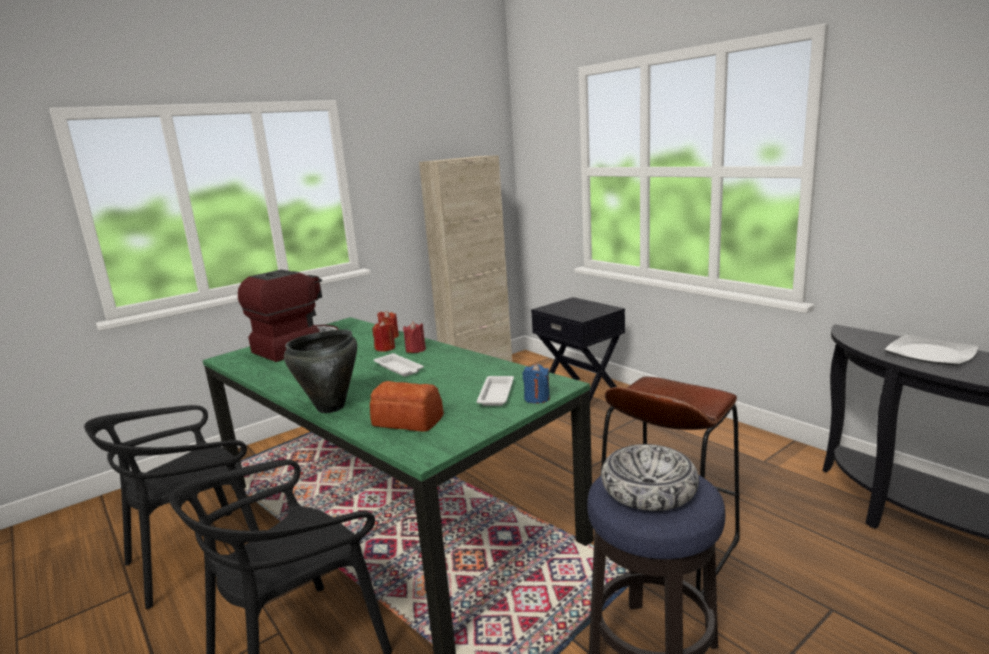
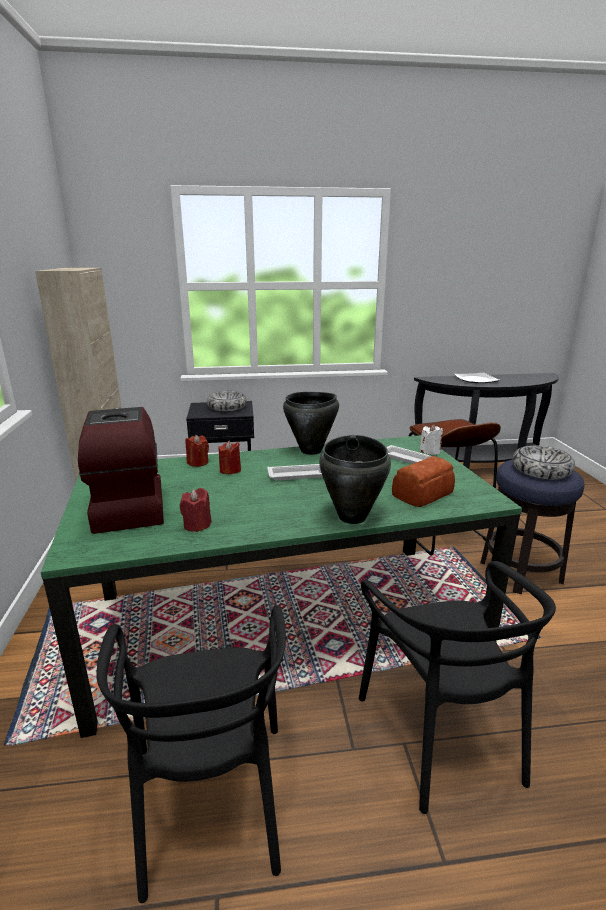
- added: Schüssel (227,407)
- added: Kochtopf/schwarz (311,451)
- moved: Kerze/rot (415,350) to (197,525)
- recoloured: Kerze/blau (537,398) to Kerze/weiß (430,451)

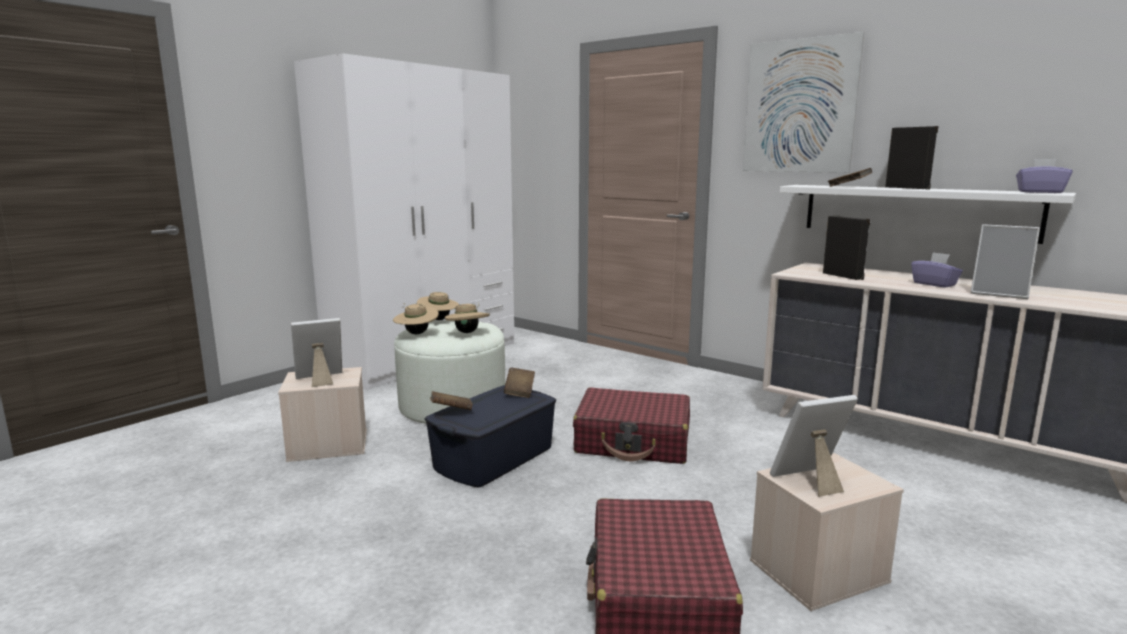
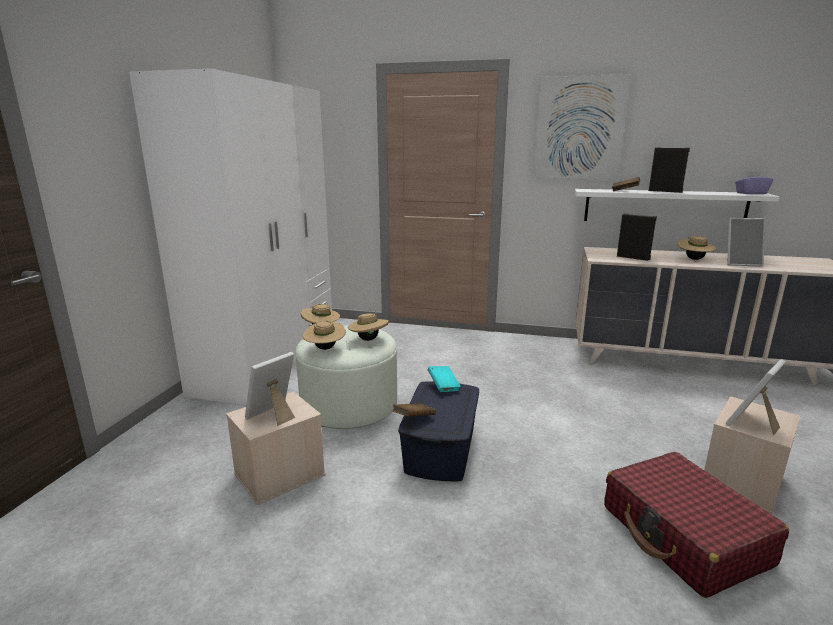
- removed: Koffer/rot (633,442)
- replaced: Taschentuchbox/lila (934,284) to Hut/beige (694,259)
- recoloured: Buch/braun (520,392) to Buch/türkis (443,386)

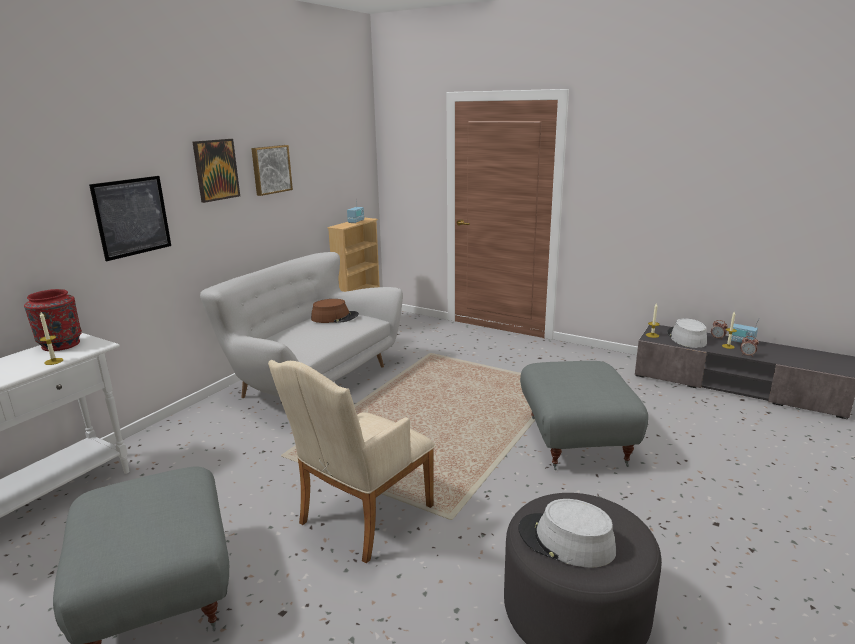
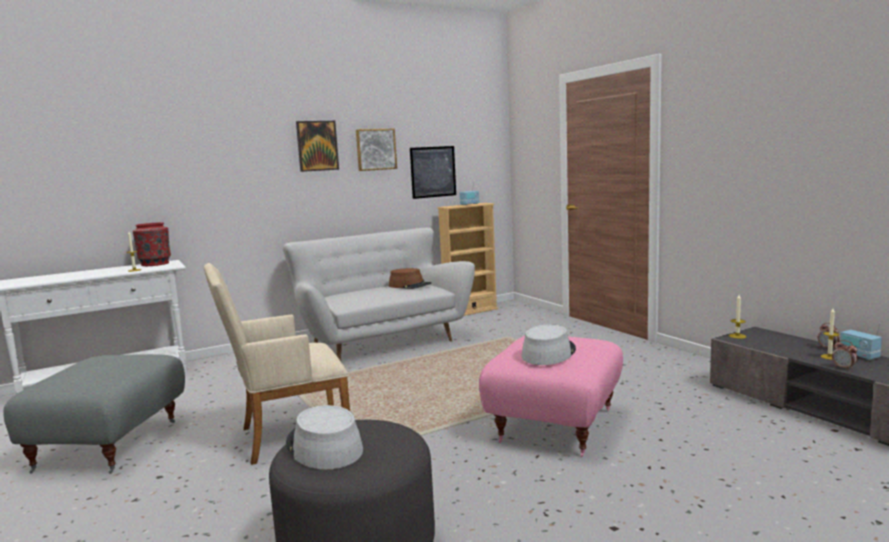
- moved: Bild (132,217) to (433,172)
- moved: Hut/grau (686,338) to (548,353)
- recoloured: Polsterhocker/grau (574,441) to Polsterhocker/rosa (554,425)

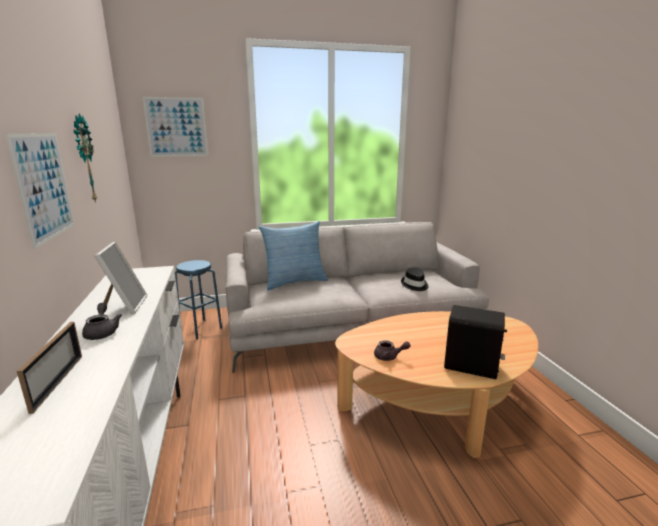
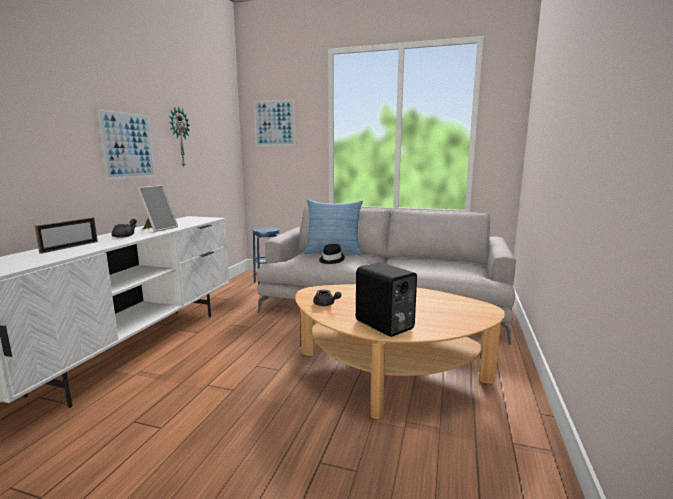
- moved: Hut/schwarz (414,285) to (331,260)

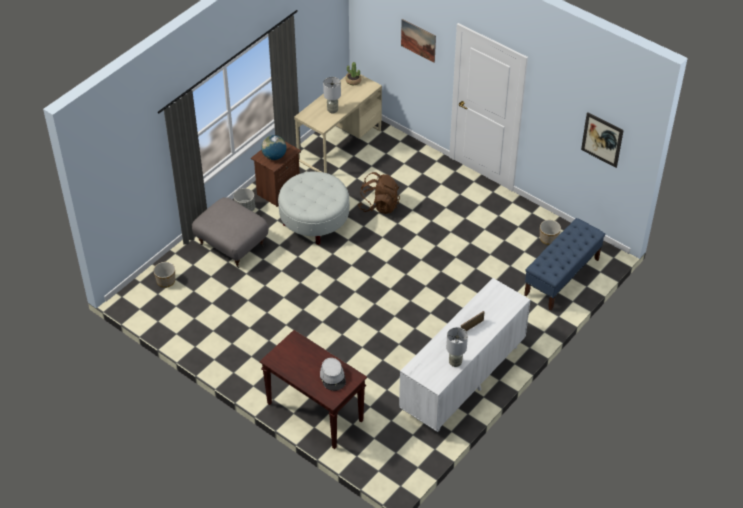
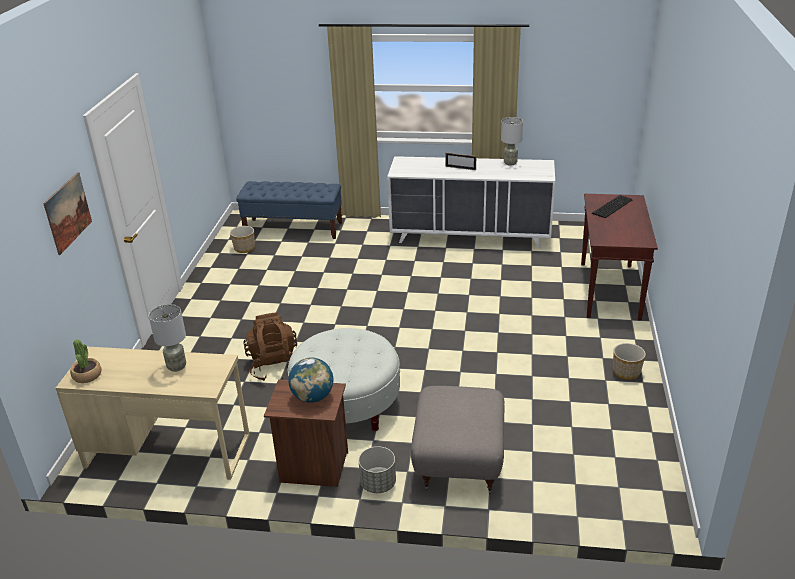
- removed: Bild (602,139)
- moved: Pflanzkübel (166,281) to (626,372)
- replaced: Hut/grau (333,377) to Tastatur (611,206)

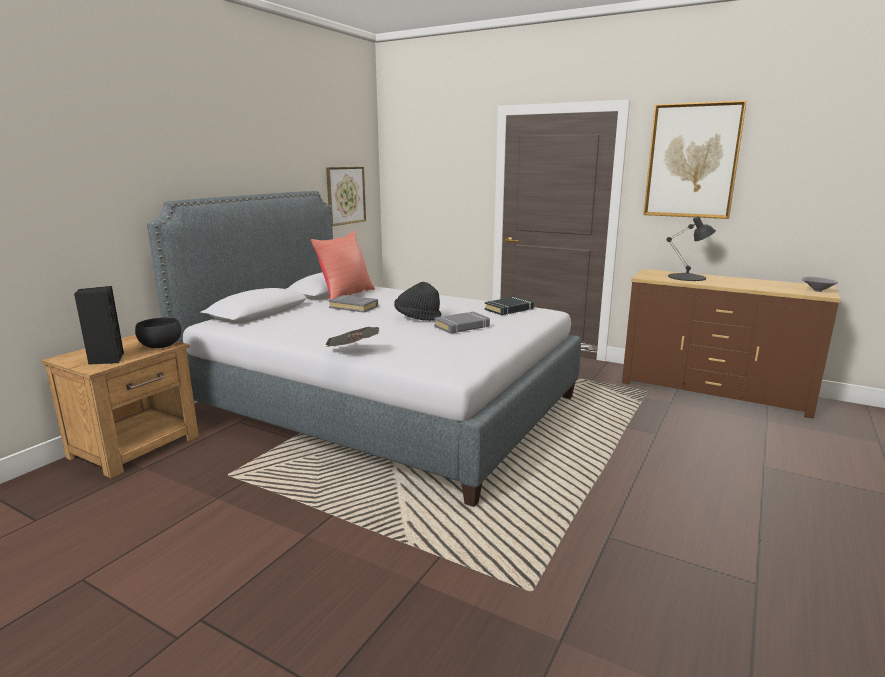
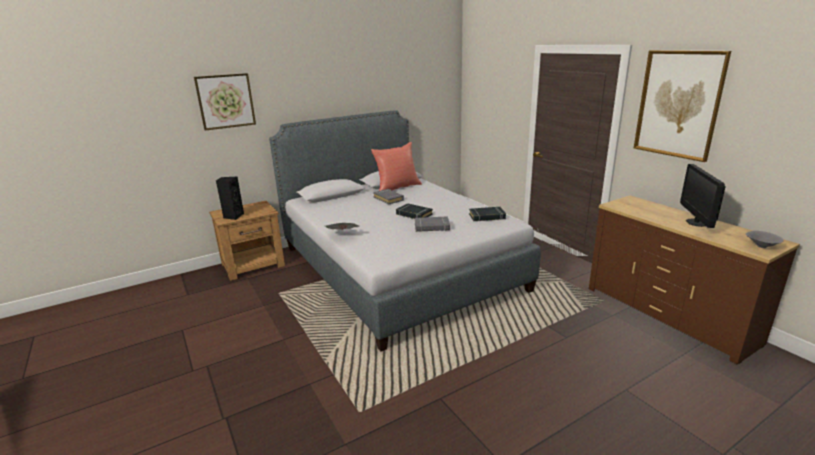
- removed: Schüssel/schwarz (161,345)
- removed: Tischlampe/schwarz (687,277)
- added: Monitor (696,222)
- moved: Bild (345,195) to (225,101)
- replaced: Hut/schwarz (417,318) to Buch/schwarz (414,214)

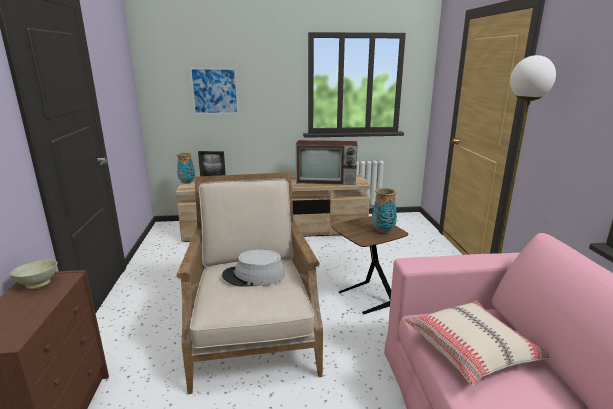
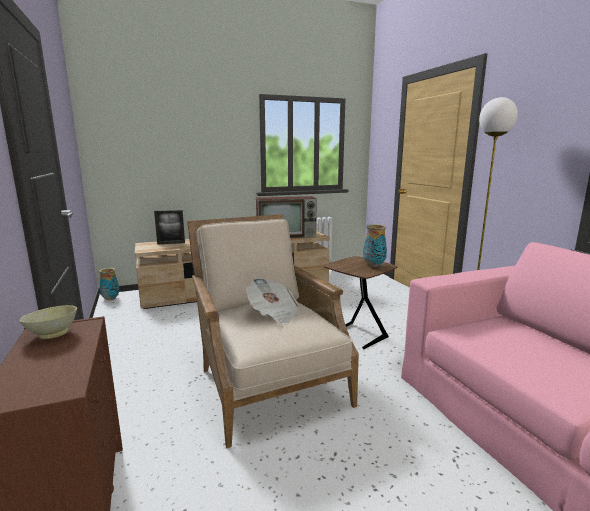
- removed: Bild (215,91)
- removed: Kissen/beige (472,349)
- moved: Vase (187,182) to (111,299)
- replaced: Hut/grau (254,276) to Zeitung (273,314)

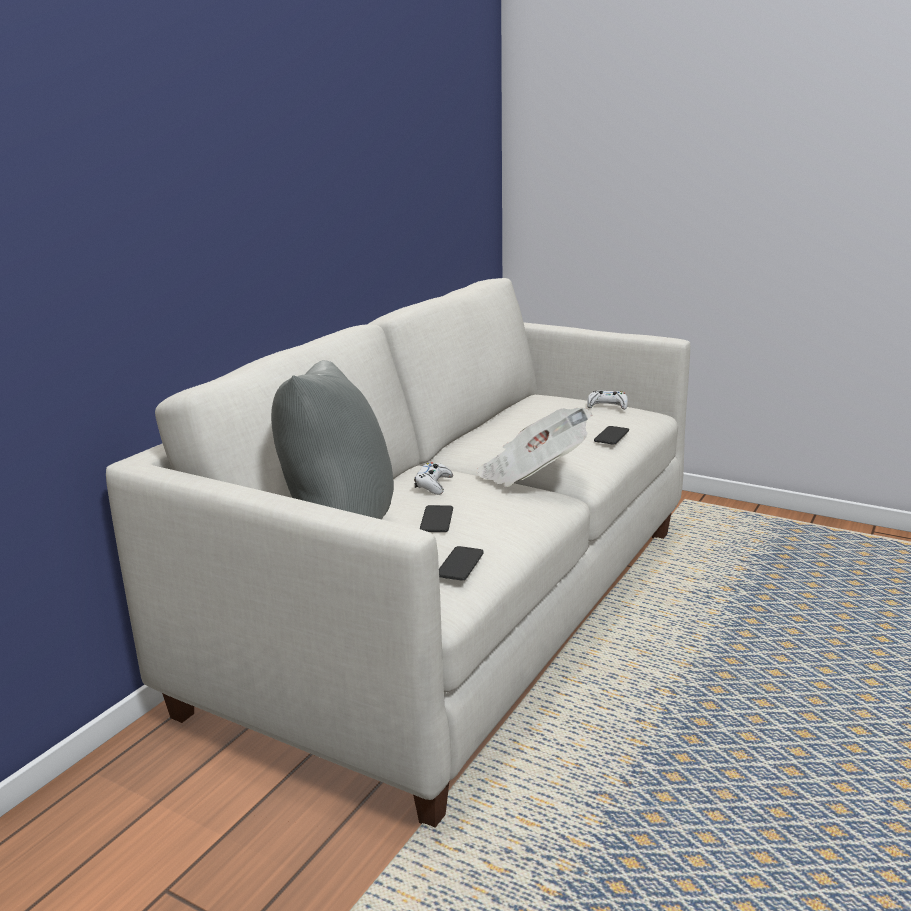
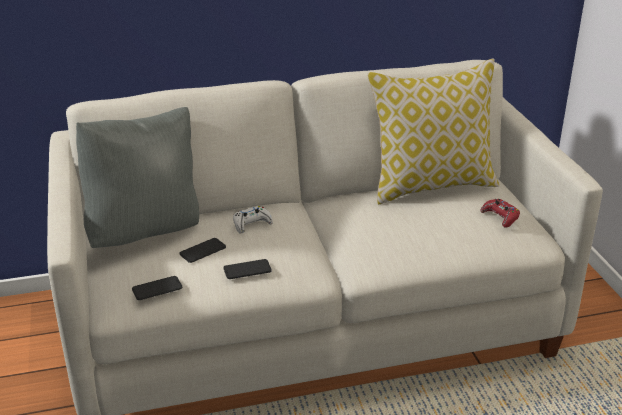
- removed: Zeitung (532,474)
- added: Kissen (431,185)
- moved: Handy (611,436) to (247,270)
- recoloured: Gamepad/weiß (607,405) to Gamepad/rot (500,217)

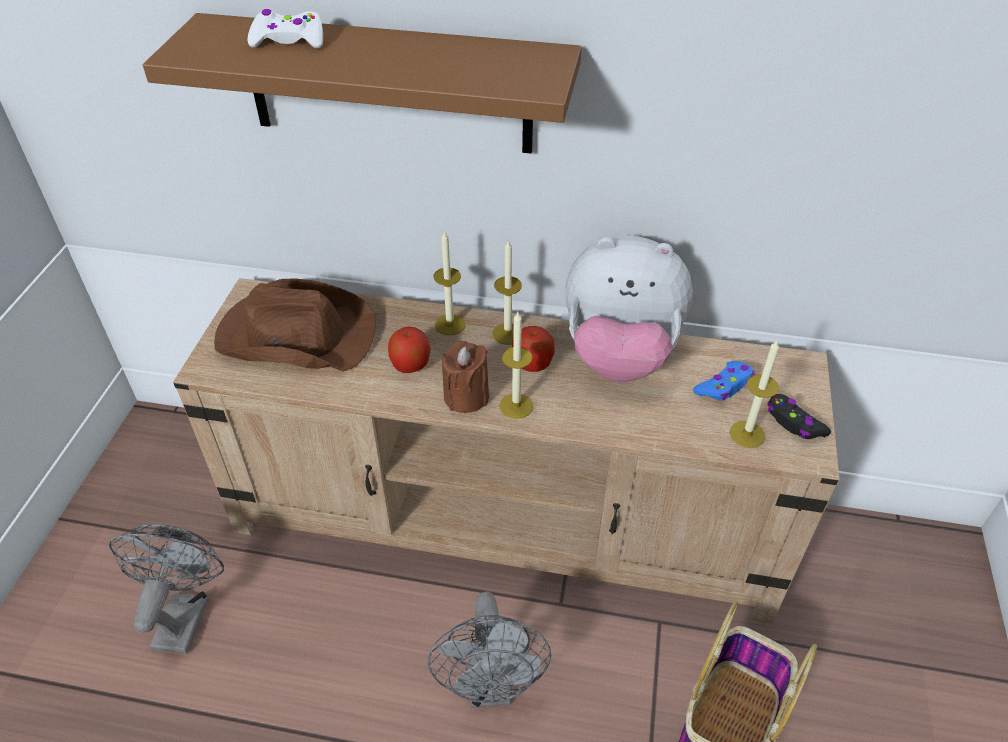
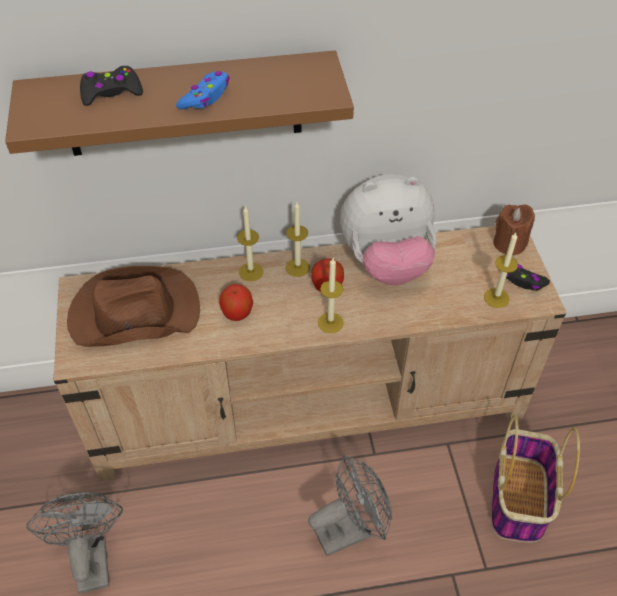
- moved: Kerze/braun (466,396) to (509,243)
- moved: Gamepad/blau (724,386) to (205,97)
- recoloured: Gamepad/weiß (288,40) to Gamepad/schwarz (111,92)
- turned: Ventilator/grau (491,687) = (350,529) 90 degrees counterclockwise

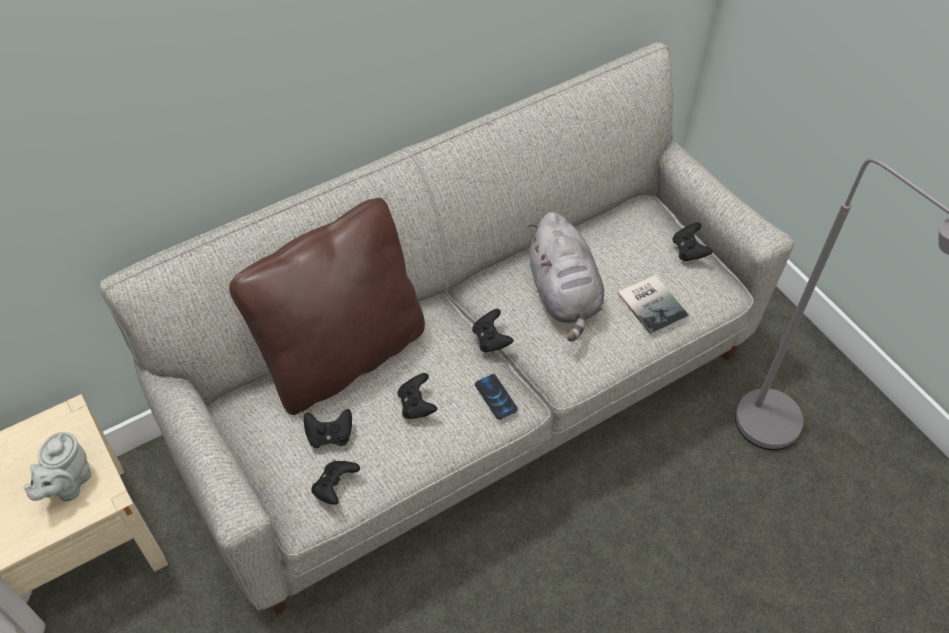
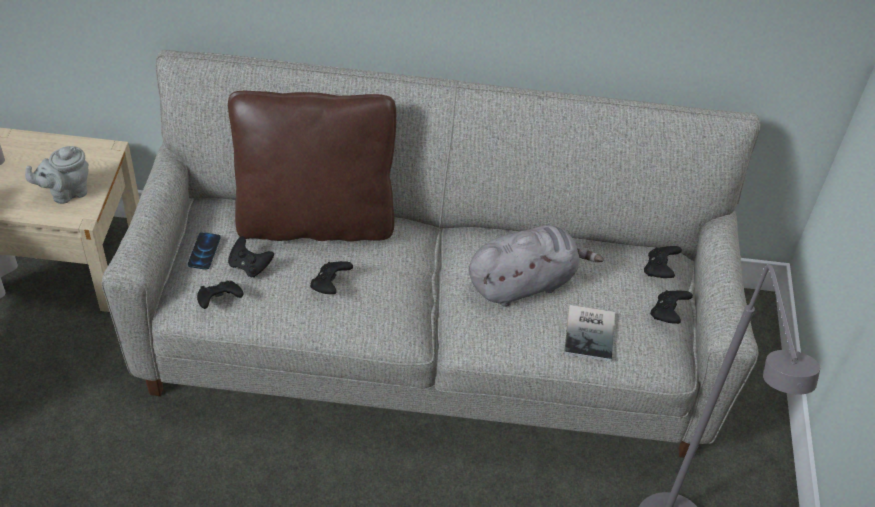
- moved: Gamepad/schwarz (491,340) to (659,270)
- moved: Handy (496,397) to (204,251)
- turned: Plüschtier/grau (564,295) = (525,282) 135 degrees counterclockwise

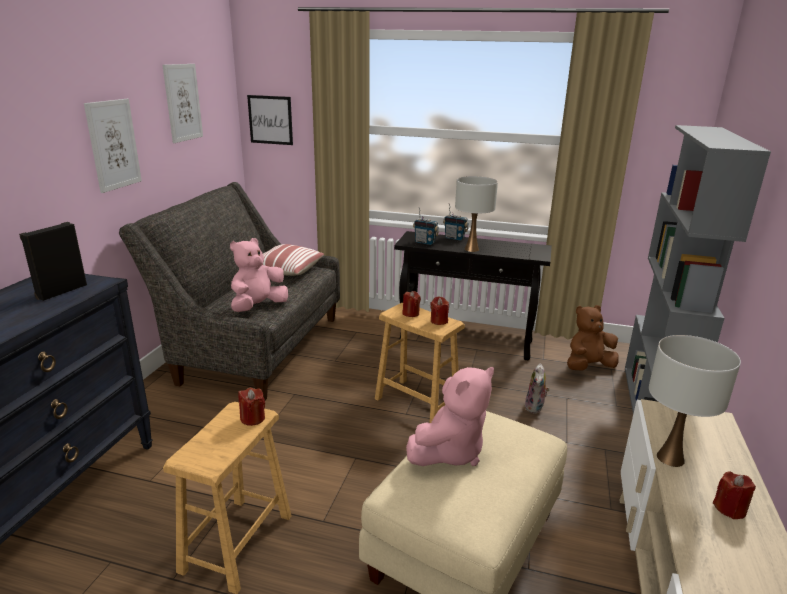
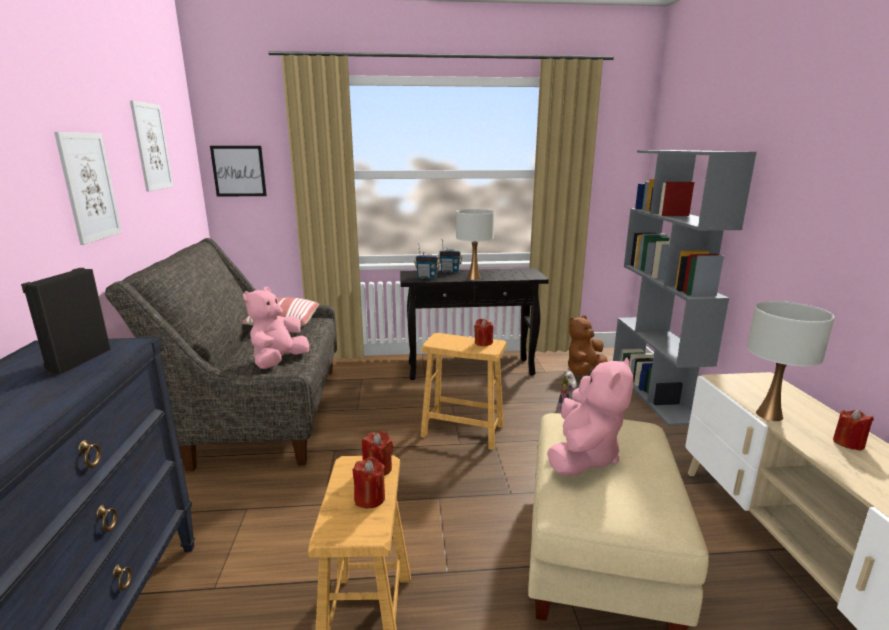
- moved: Kerze/rot (410,313) to (369,498)

